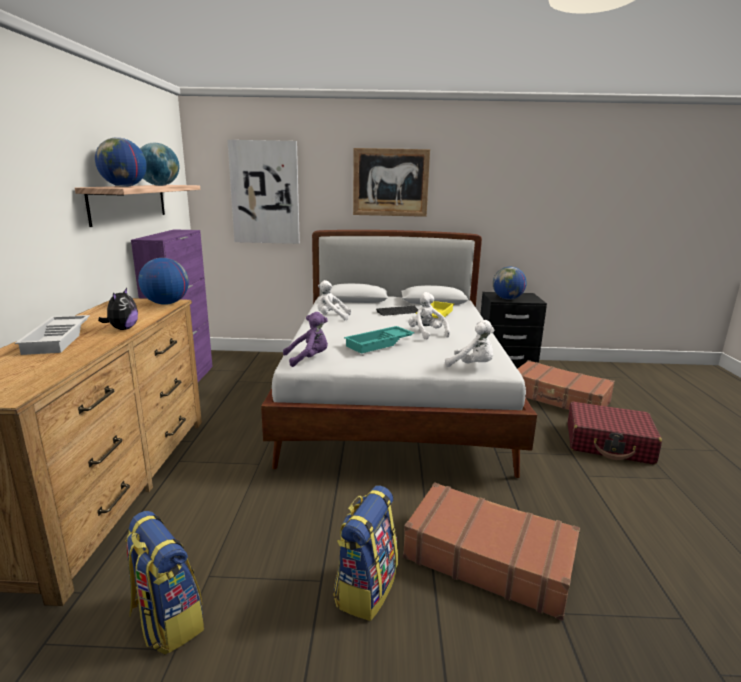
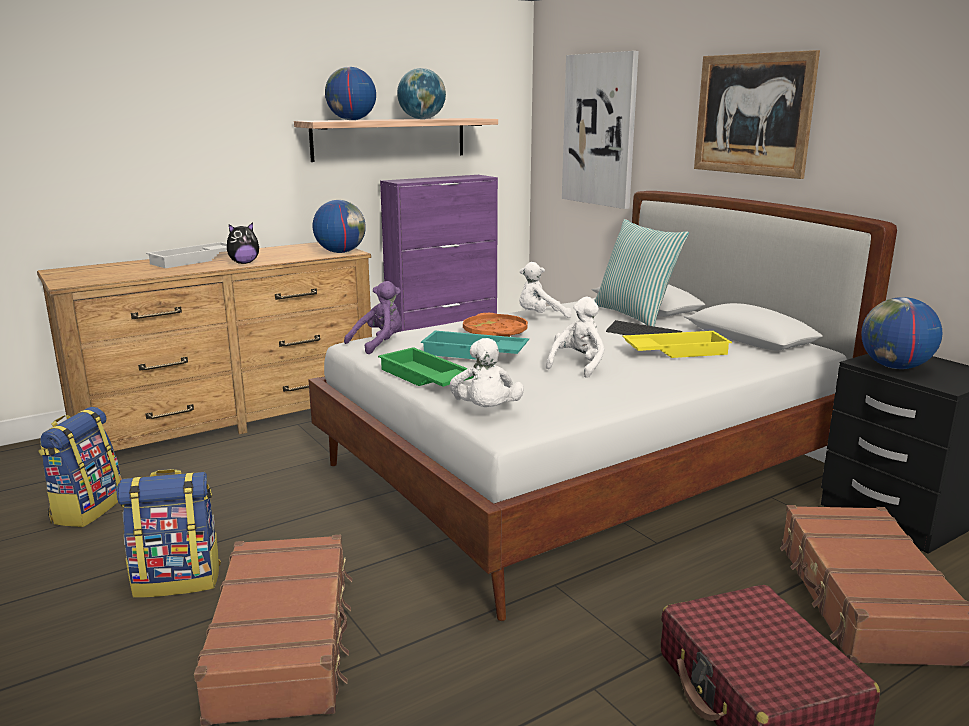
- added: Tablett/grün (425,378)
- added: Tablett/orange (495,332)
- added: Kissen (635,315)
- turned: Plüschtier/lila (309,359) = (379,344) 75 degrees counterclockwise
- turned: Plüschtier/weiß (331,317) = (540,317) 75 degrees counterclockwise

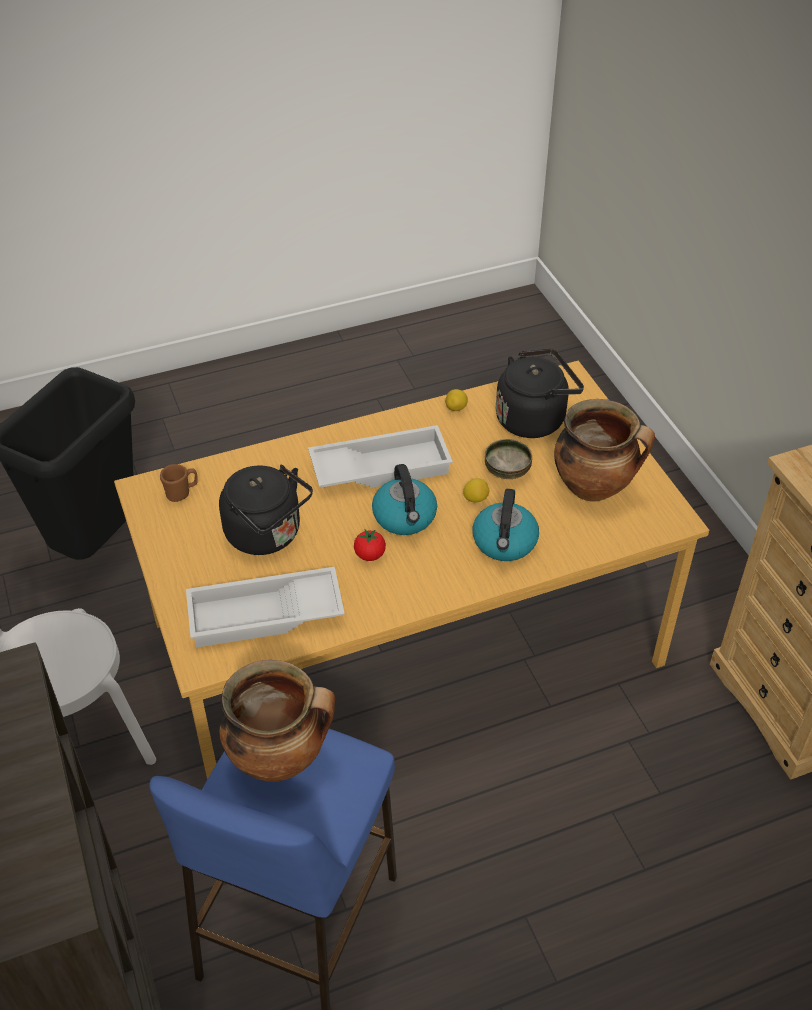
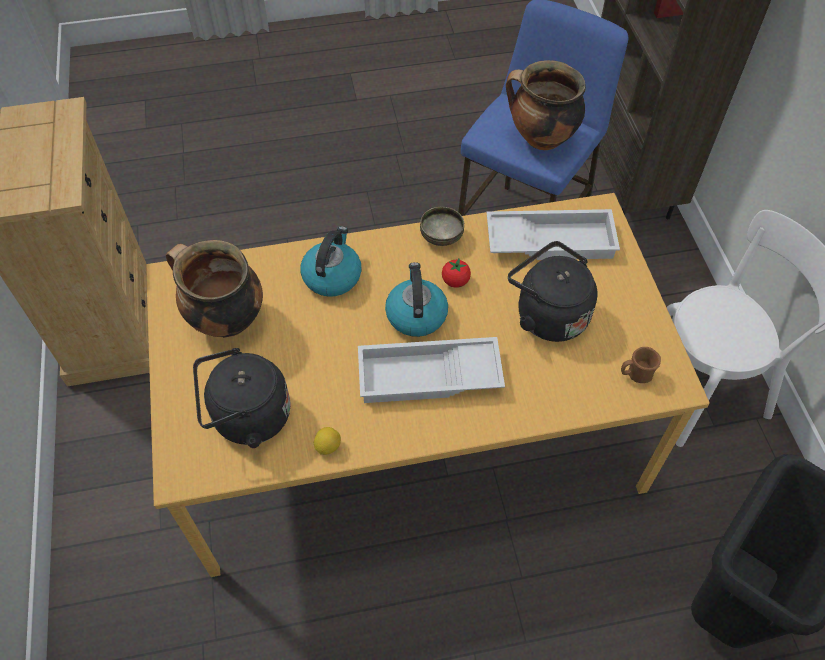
- removed: Zitrone (475,498)
- moved: Schüssel (507,471) to (441,237)

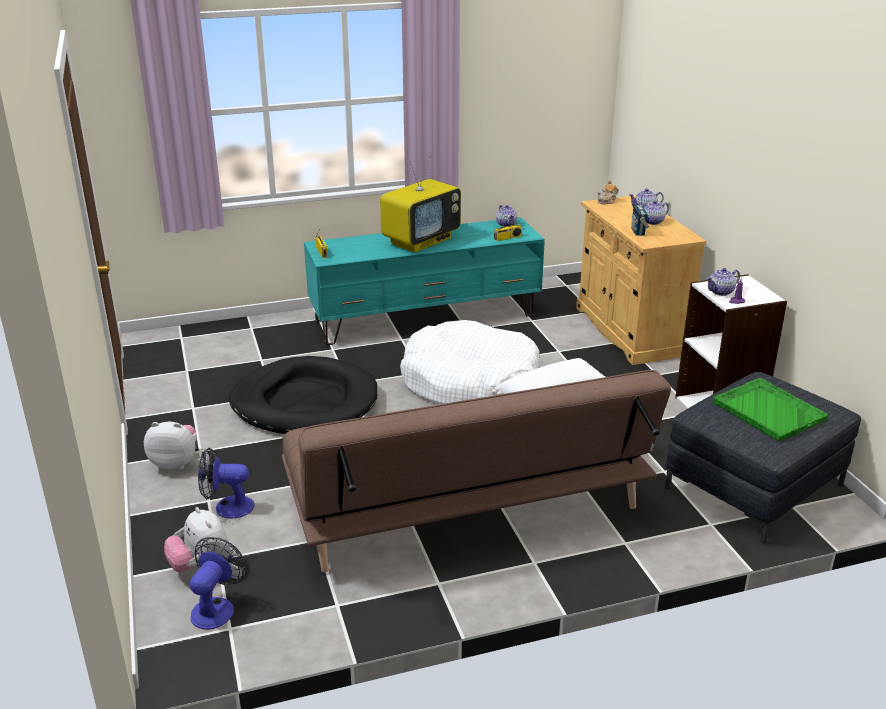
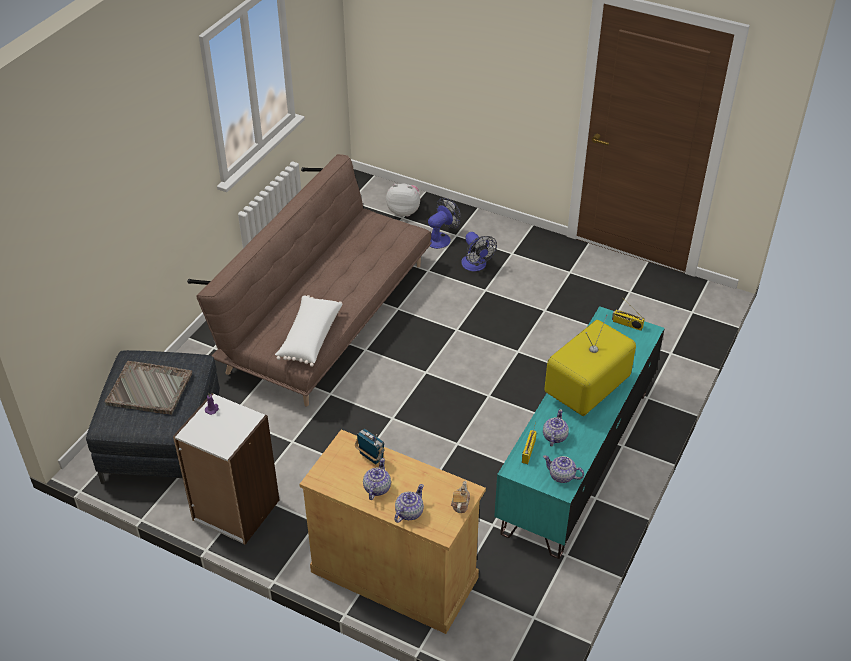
- removed: Plüschtier (175,463)
- removed: Hundebett/schwarz (305,402)
- removed: Hundebett/weiß (470,383)
- moved: Ventilator (216,607) to (476,266)
- moved: Teekanne (721,292) to (554,437)
- recoloured: Tablett/grün (768,410) to Tablett/grau (150,389)
- turned: Fernseher (421,241) = (586,392) 45 degrees clockwise

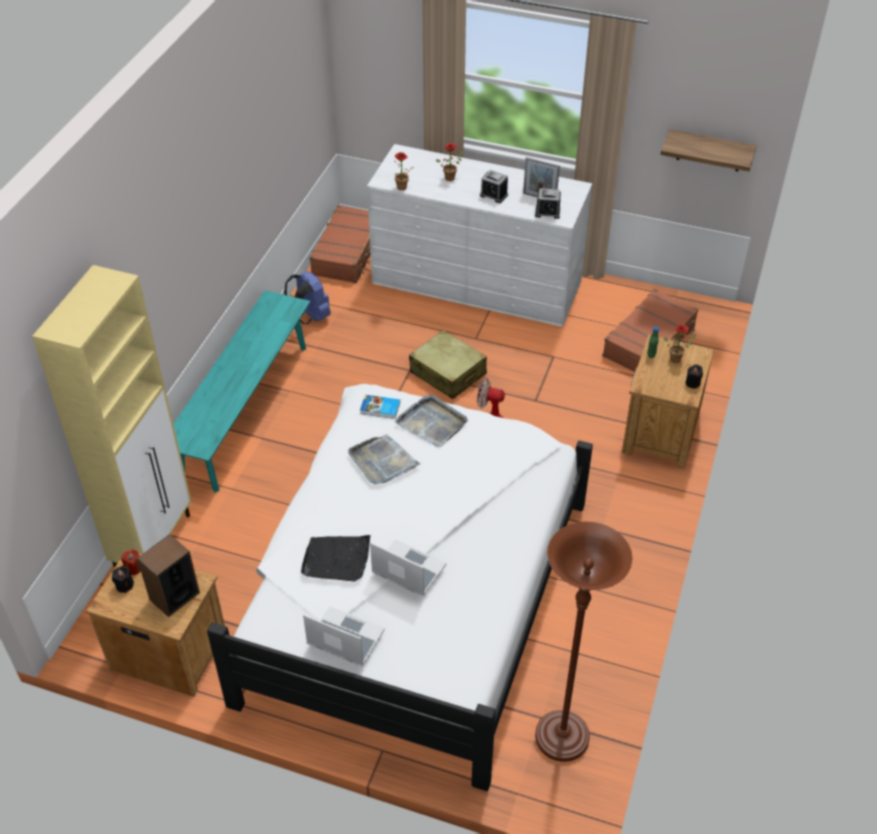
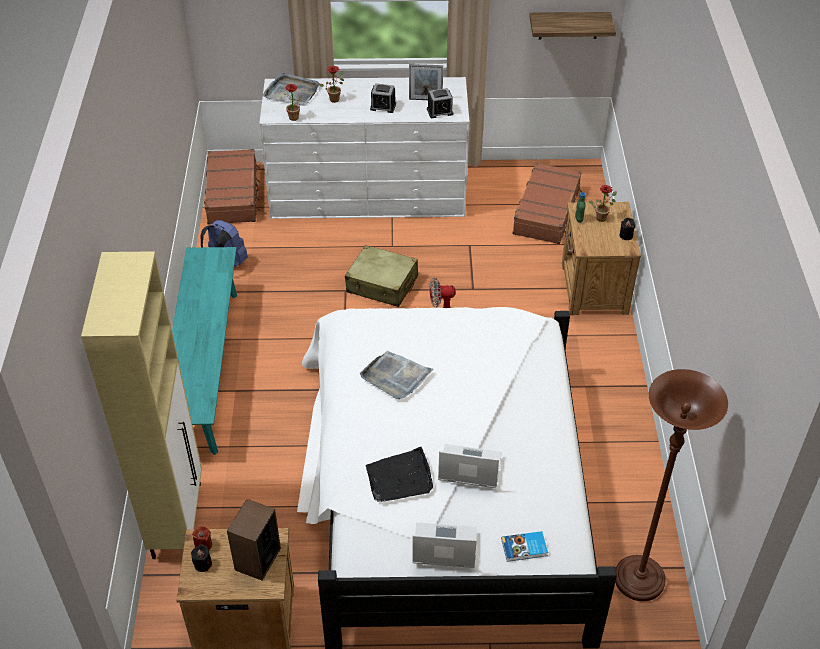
- moved: Buch (380,409) to (524,548)
- moved: Tablett/grau (432,423) to (292,92)

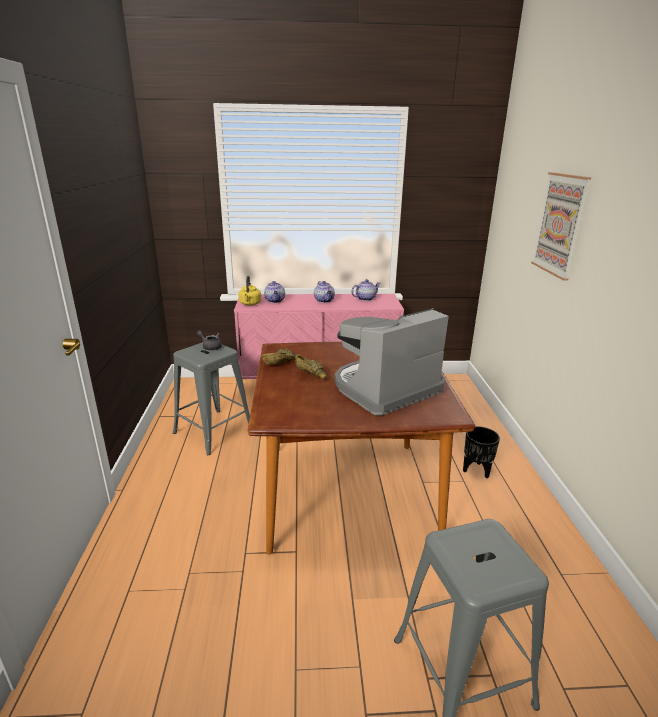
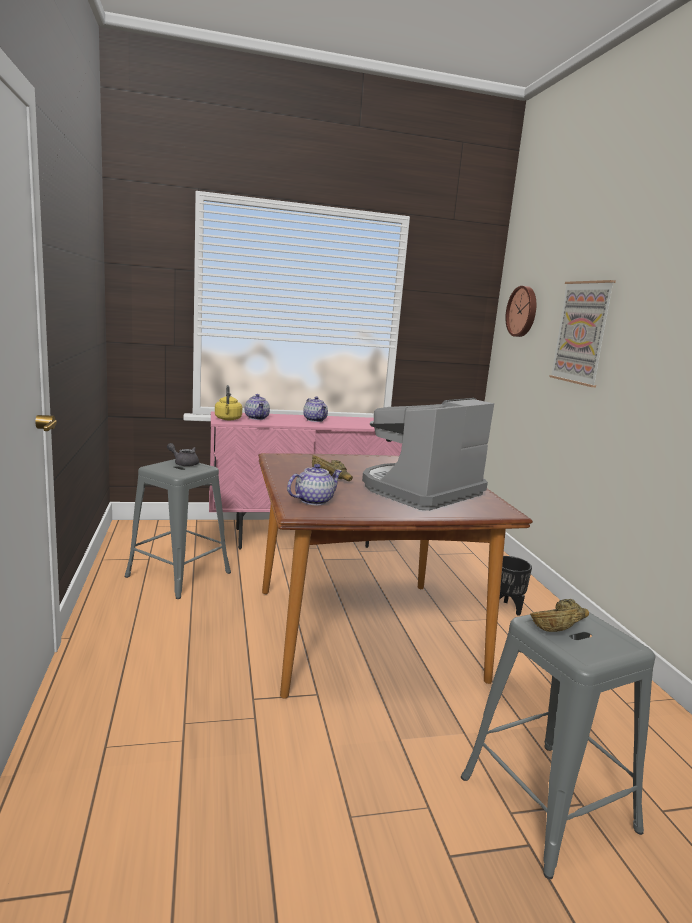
- added: Wanduhr (523,311)
- moved: Schüssel/braun (281,363) to (559,627)
- moved: Teekanne (365,298) to (314,501)

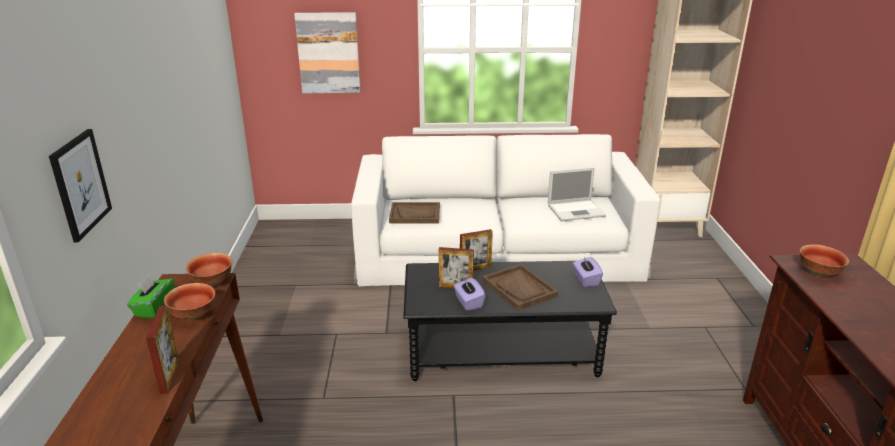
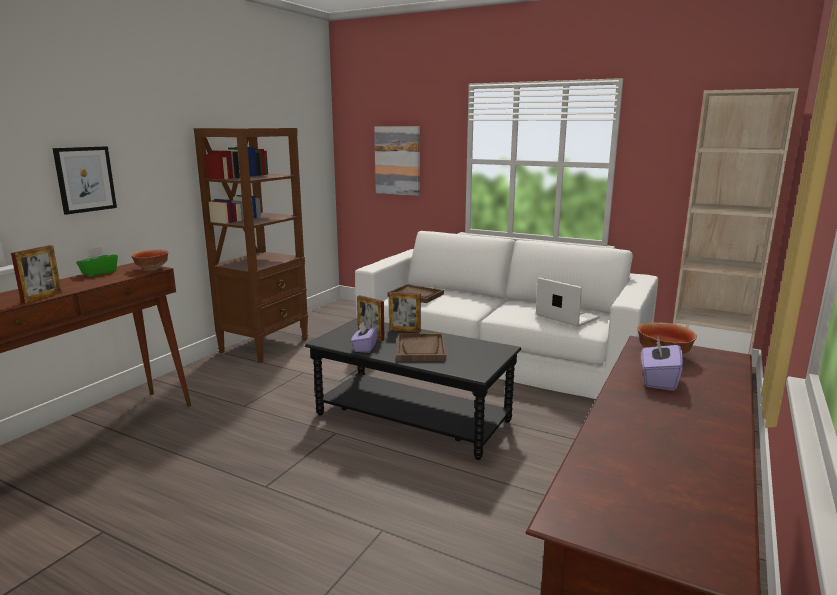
- removed: Schüssel (194,314)
- added: Bücherregal/braun (265,345)
- moved: Taschentuchbox/lila (586,280) to (658,380)
- turned: Laptop (577,210) = (566,316) 150 degrees counterclockwise

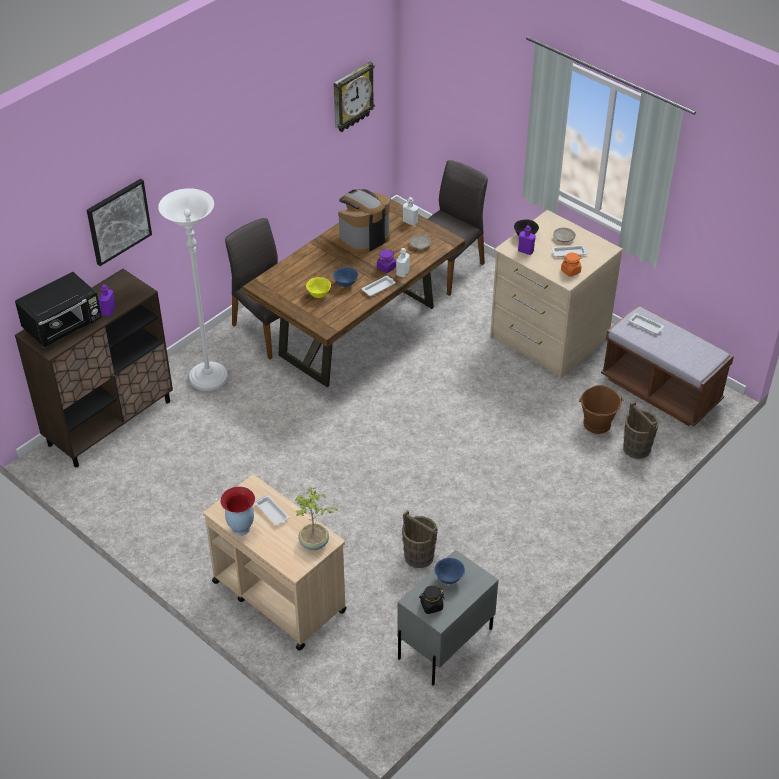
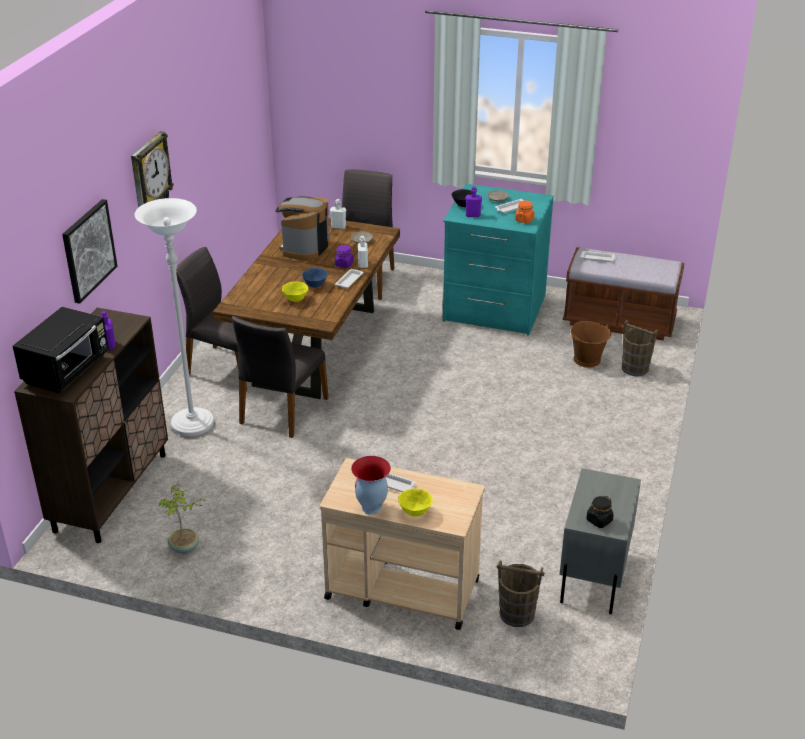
- removed: Schüssel/blau (449,578)
- added: Stuhl/grau (282,411)
- added: Schüssel/gelb (415,512)
- moved: Topfpflanze (314,543) to (184,548)
- moved: Wanduhr (352,97) to (149,175)
- moved: Eimer/braun (419,556) to (517,614)
- recoloured: Kommode/beige (548,338) to Kommode/türkis (494,309)

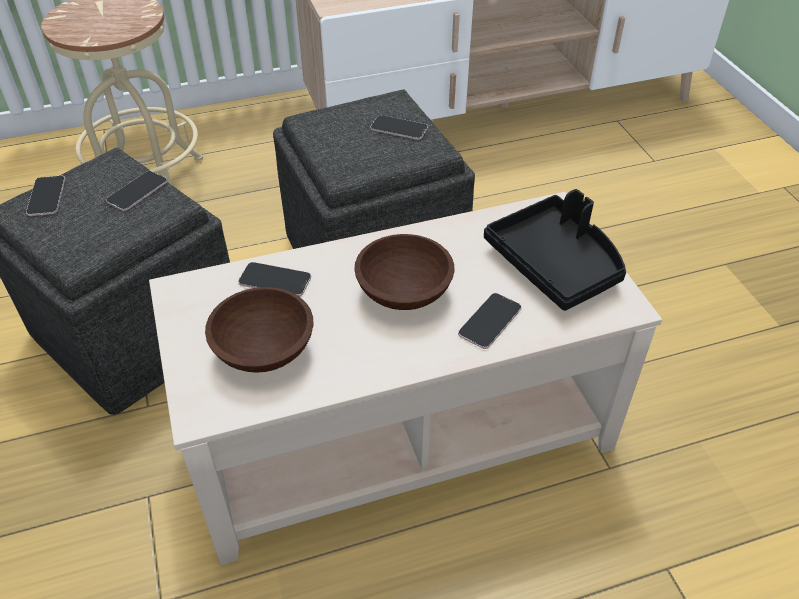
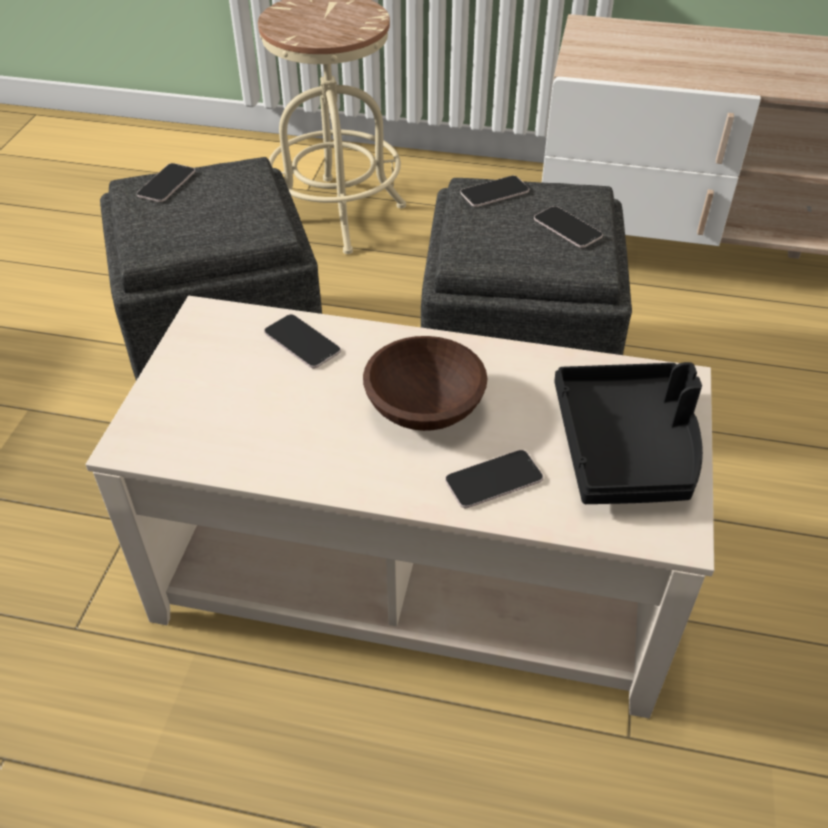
- removed: Schüssel/braun (263,348)
- moved: Handy (137,191) to (494,192)

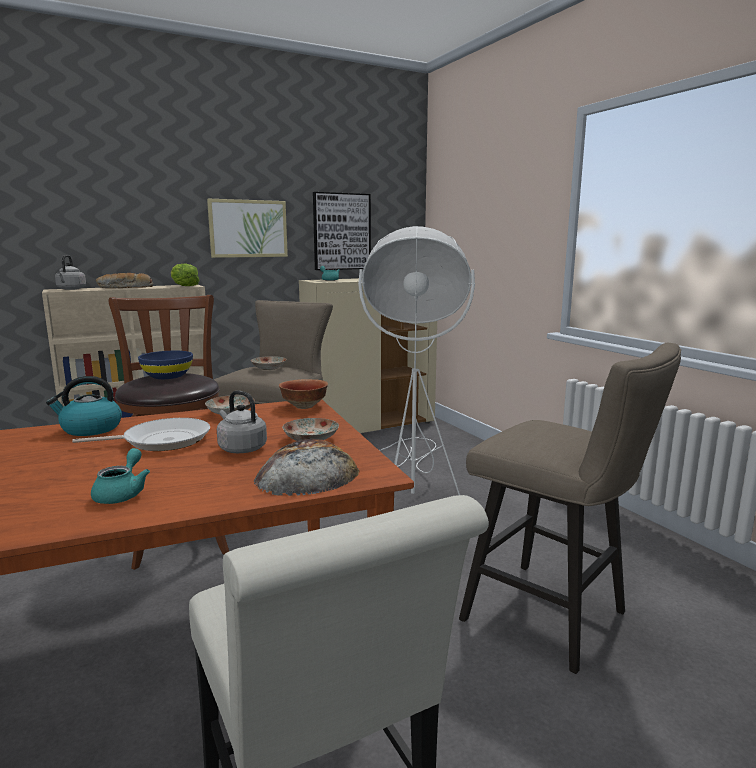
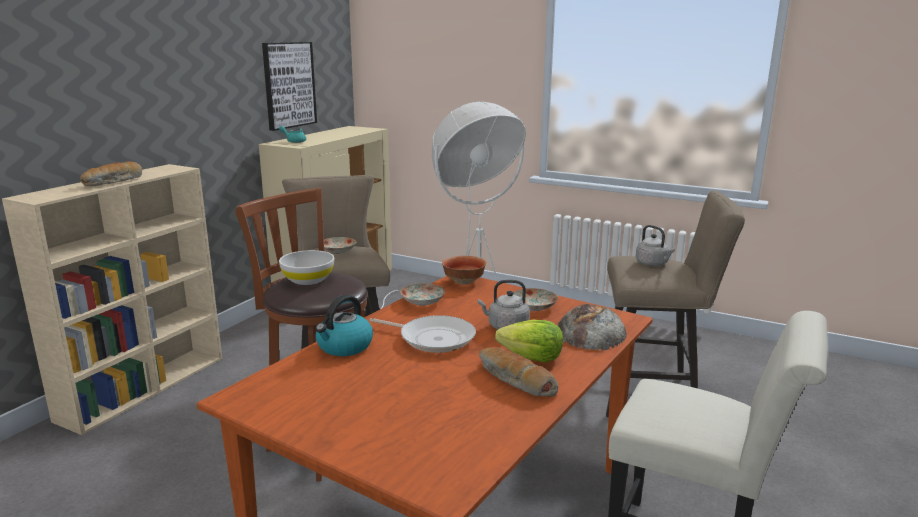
- removed: Bild (248,228)
- moved: Wasserkessel/grau (71,289) to (653,264)
- moved: Salatkopf (184,286) to (531,358)
- replaced: Teekanne/türkis (123,493) to Brot (515,381)
- recoloured: Schüssel/blau (167,376) to Schüssel/weiß (308,280)
- turned: Pfanne (162,440) = (433,338) 75 degrees clockwise

